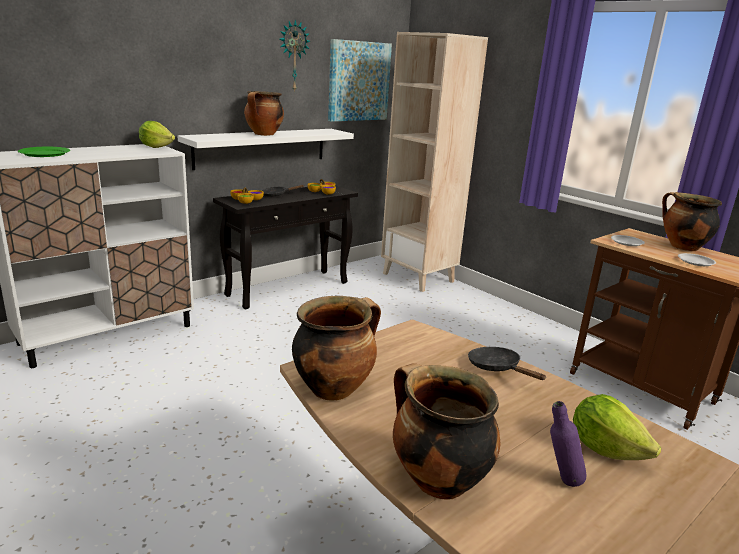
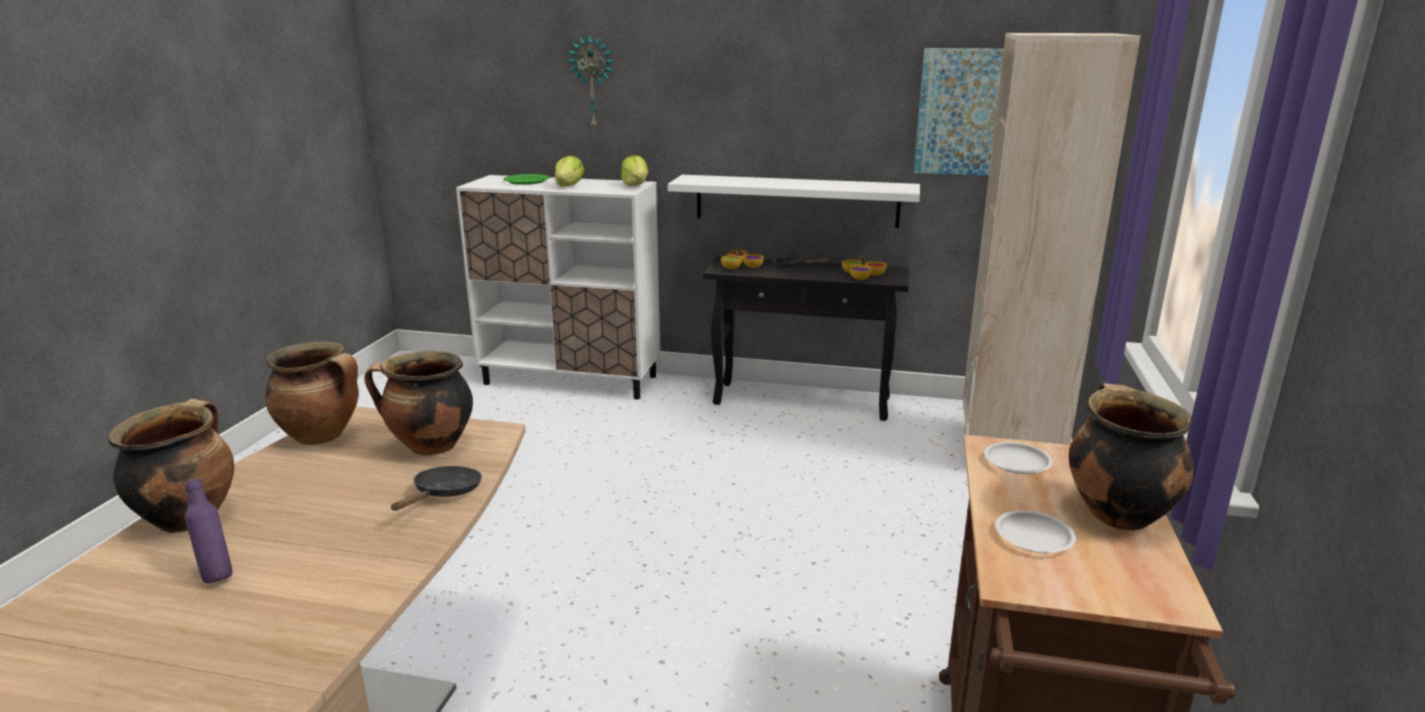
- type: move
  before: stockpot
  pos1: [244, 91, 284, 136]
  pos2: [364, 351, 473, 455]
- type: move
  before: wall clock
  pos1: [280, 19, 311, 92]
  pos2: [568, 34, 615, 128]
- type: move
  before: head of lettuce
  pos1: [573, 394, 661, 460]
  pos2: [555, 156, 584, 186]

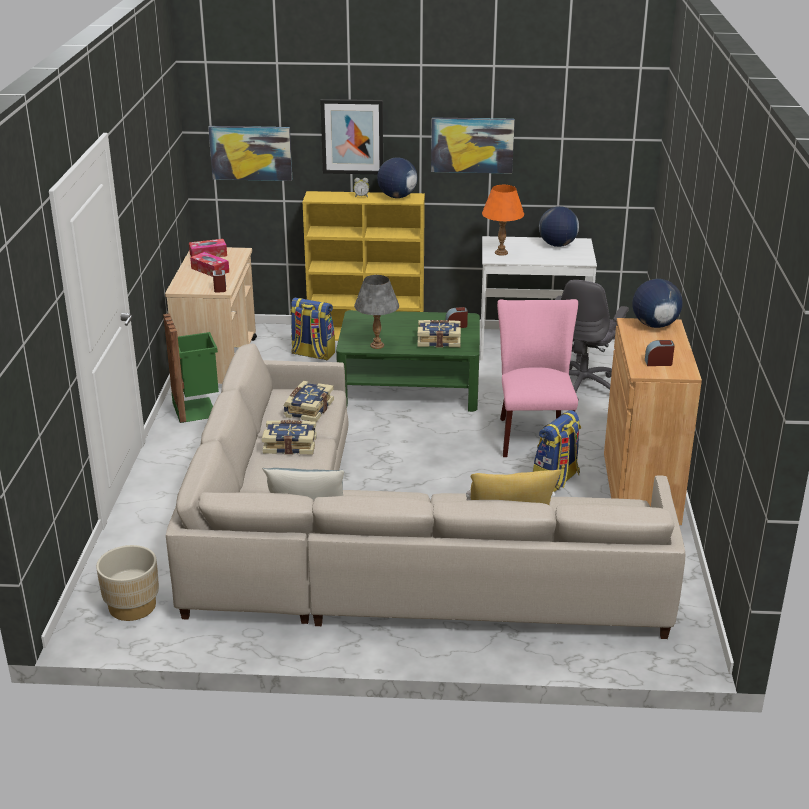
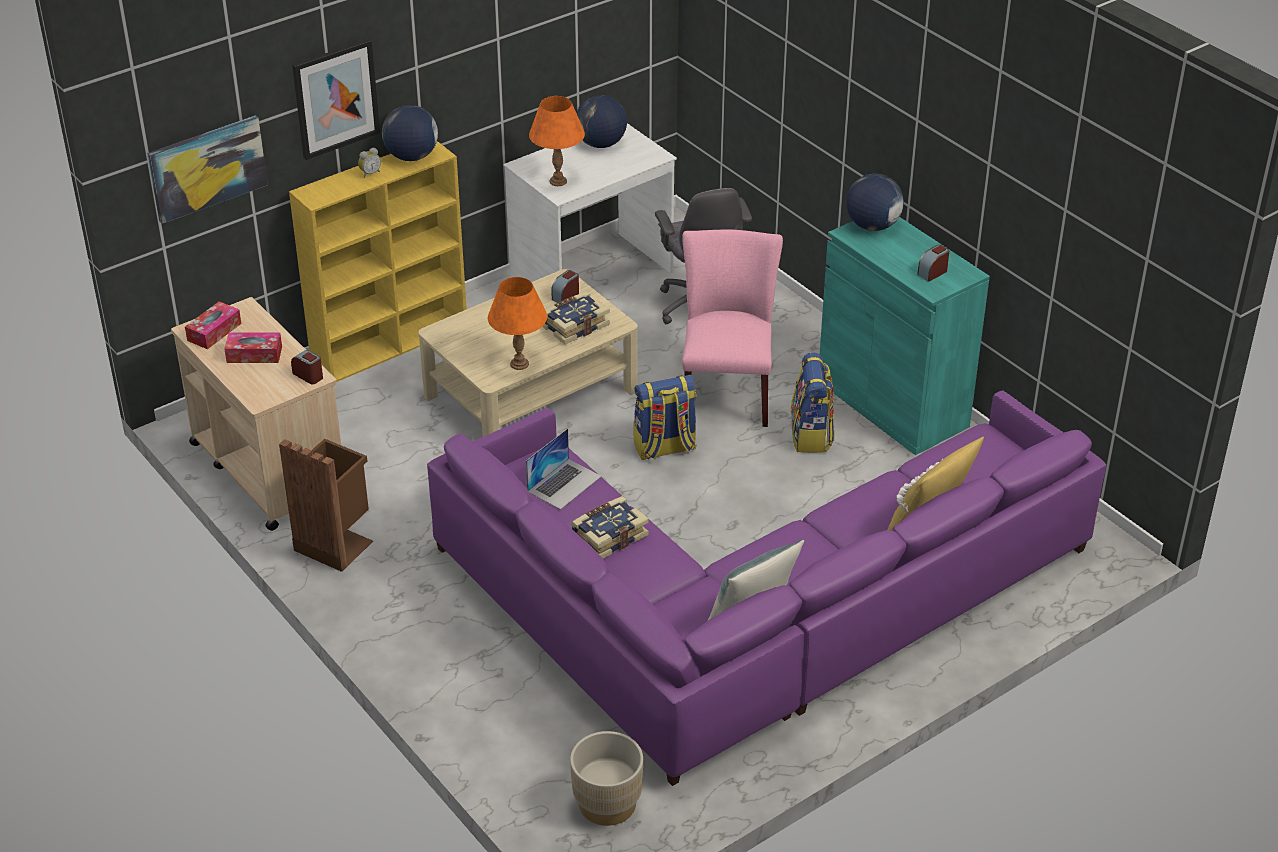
- type: delete
  before: wall picture
  pos1: [431, 117, 515, 174]
- type: move
  before: rucksack
  pos1: [290, 298, 335, 360]
  pos2: [633, 375, 697, 460]
- type: replace
  before: bound book
  after: notebook computer
  pos1: [283, 381, 334, 422]
  pos2: [526, 428, 602, 510]
- type: recolor
  before: waste bin (green-coloured)
  after: waste bin (brownish)
  pos1: [163, 313, 219, 423]
  pos2: [279, 439, 373, 572]
- type: recolor
  before: sofa (beige)
  after: sofa (purple)
  pos1: [166, 344, 685, 639]
  pos2: [427, 390, 1106, 786]
- type: recolor
  before: lounge table (green-coloured)
  after: lounge table (beige)
  pos1: [336, 310, 480, 412]
  pos2: [418, 269, 638, 437]
- type: recolor
  before: tabletop lamp (gray)
  after: tabletop lamp (orange)
  pos1: [354, 275, 399, 349]
  pos2: [488, 277, 547, 370]
- type: recolor
  before: cabinet (brownish)
  after: cabinet (turquoise)
  pos1: [604, 318, 702, 525]
  pos2: [820, 217, 990, 455]
- type: rotate
  before: upright chair (pinkish)
  pos1: [497, 299, 578, 457]
  pos2: [682, 230, 783, 427]
  turn: 45

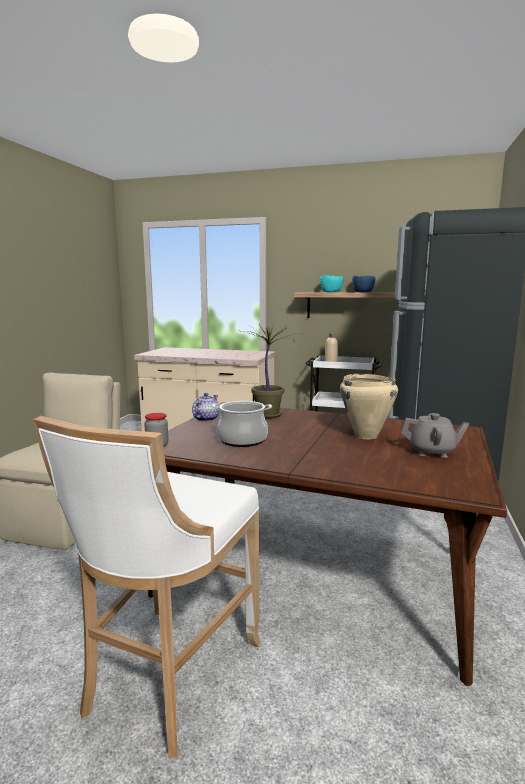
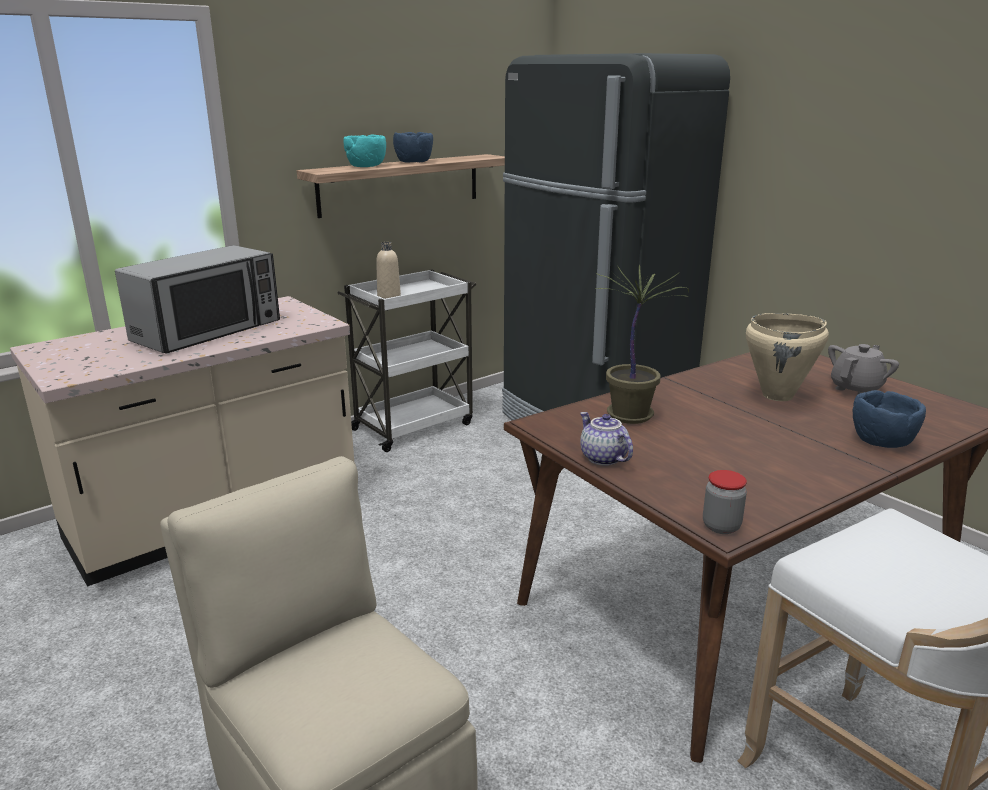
- type: delete
  before: stockpot
  pos1: [212, 401, 272, 447]
- type: insert
  after: kitchen microwave
  pos2: [115, 245, 280, 354]
- type: insert
  after: bowl (blue)
  pos2: [853, 390, 926, 448]

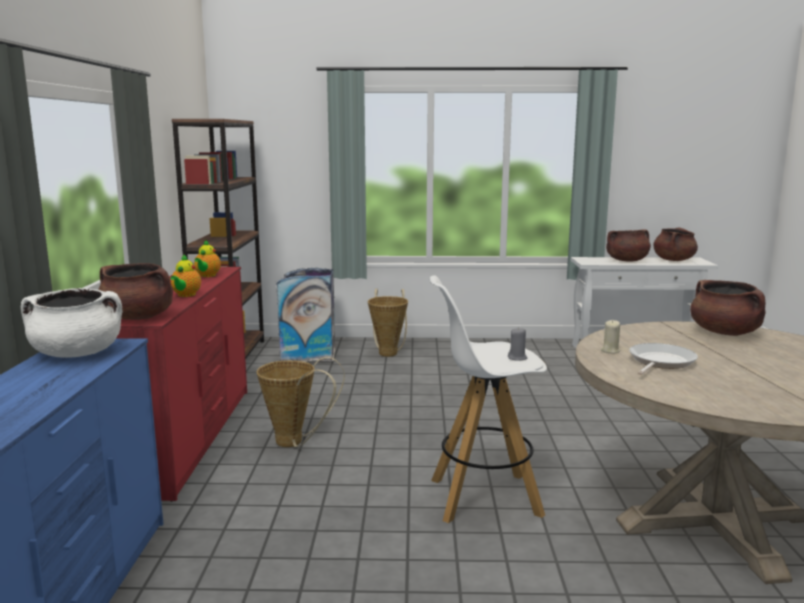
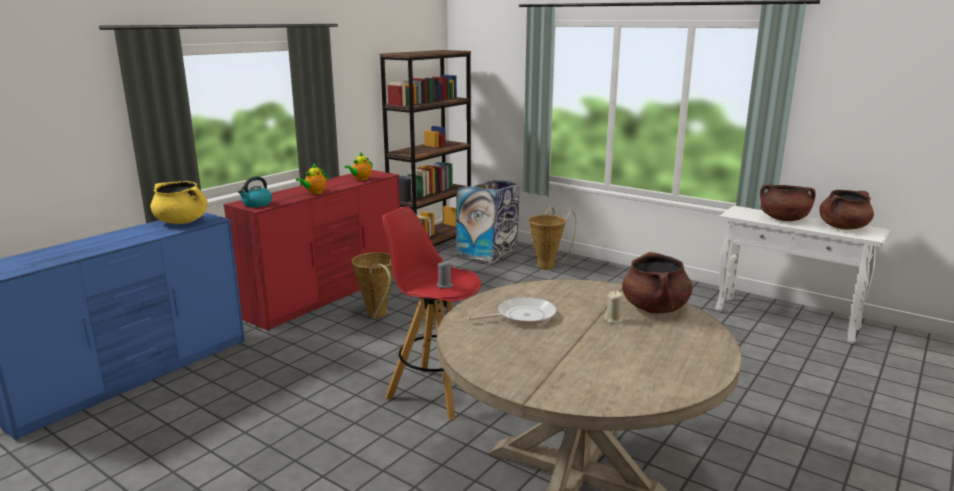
- type: move
  before: wax light (beige)
  pos1: [601, 320, 620, 354]
  pos2: [604, 291, 623, 323]
- type: replace
  before: stockpot (brownish)
  after: water kettle
  pos1: [98, 263, 173, 320]
  pos2: [238, 176, 272, 207]
- type: recolor
  before: stockpot (whitish)
  after: stockpot (yellow)
  pos1: [21, 288, 123, 358]
  pos2: [150, 181, 207, 224]
- type: recolor
  before: stool seat (whitish)
  after: stool seat (red-coloured)
  pos1: [430, 275, 547, 523]
  pos2: [382, 207, 481, 420]

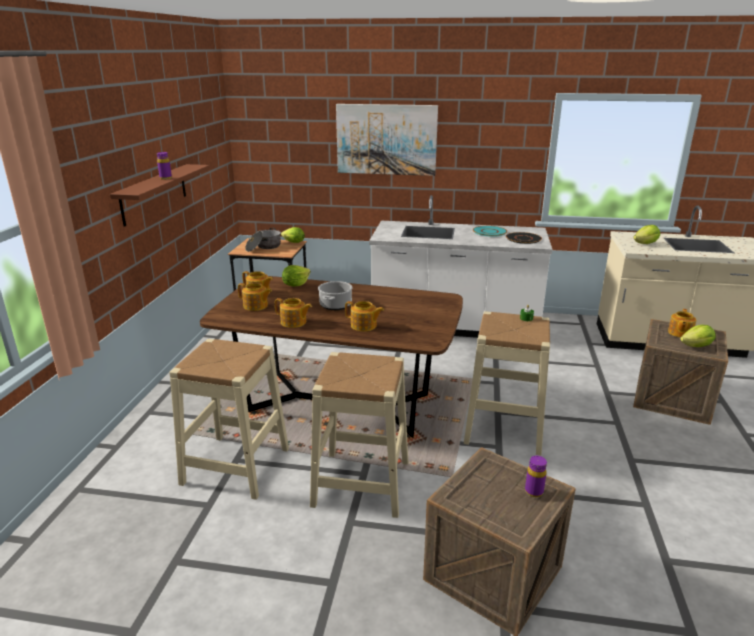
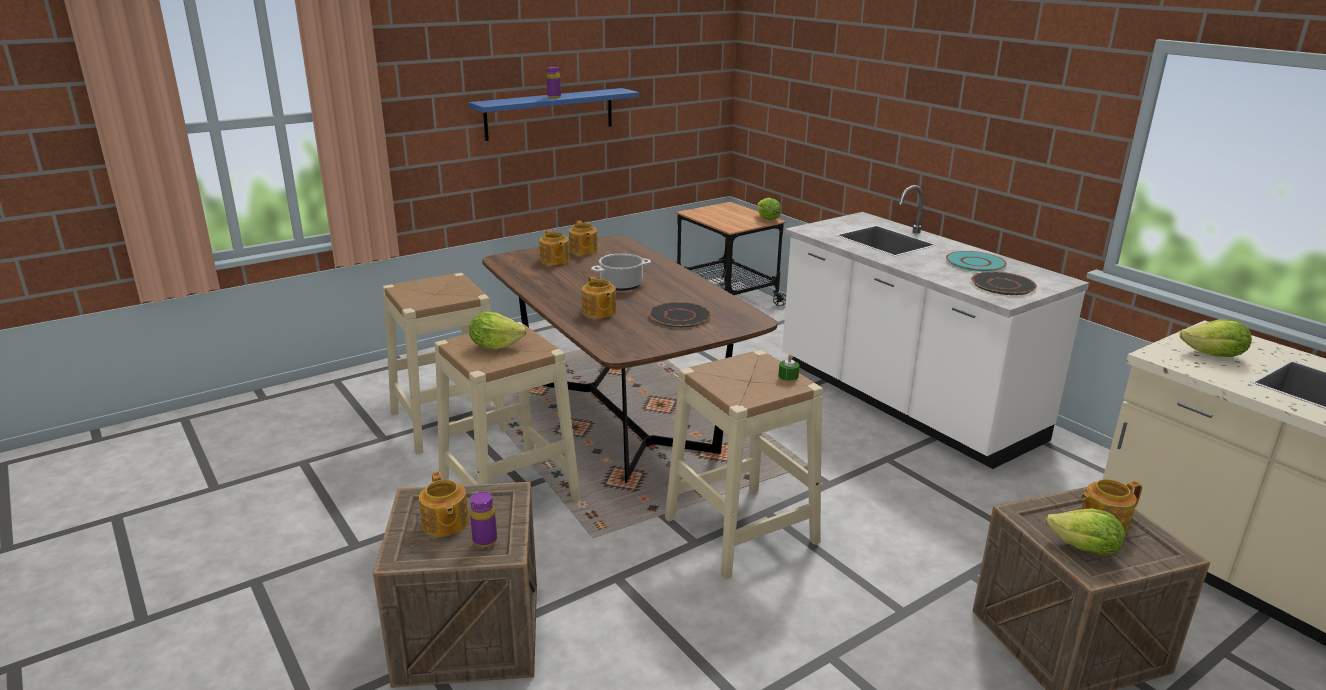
- type: delete
  before: stockpot
  pos1: [245, 228, 281, 252]
- type: delete
  before: wall picture
  pos1: [336, 104, 438, 176]
- type: insert
  after: plate (black)
  pos2: [648, 302, 711, 328]
- type: move
  before: pot for tea
  pos1: [275, 298, 312, 328]
  pos2: [419, 472, 469, 537]
- type: move
  before: head of lettuce
  pos1: [282, 265, 311, 286]
  pos2: [469, 312, 527, 349]
- type: recolor
  before: shelf (brownish)
  after: shelf (blue)
  pos1: [110, 164, 210, 227]
  pos2: [469, 88, 639, 141]

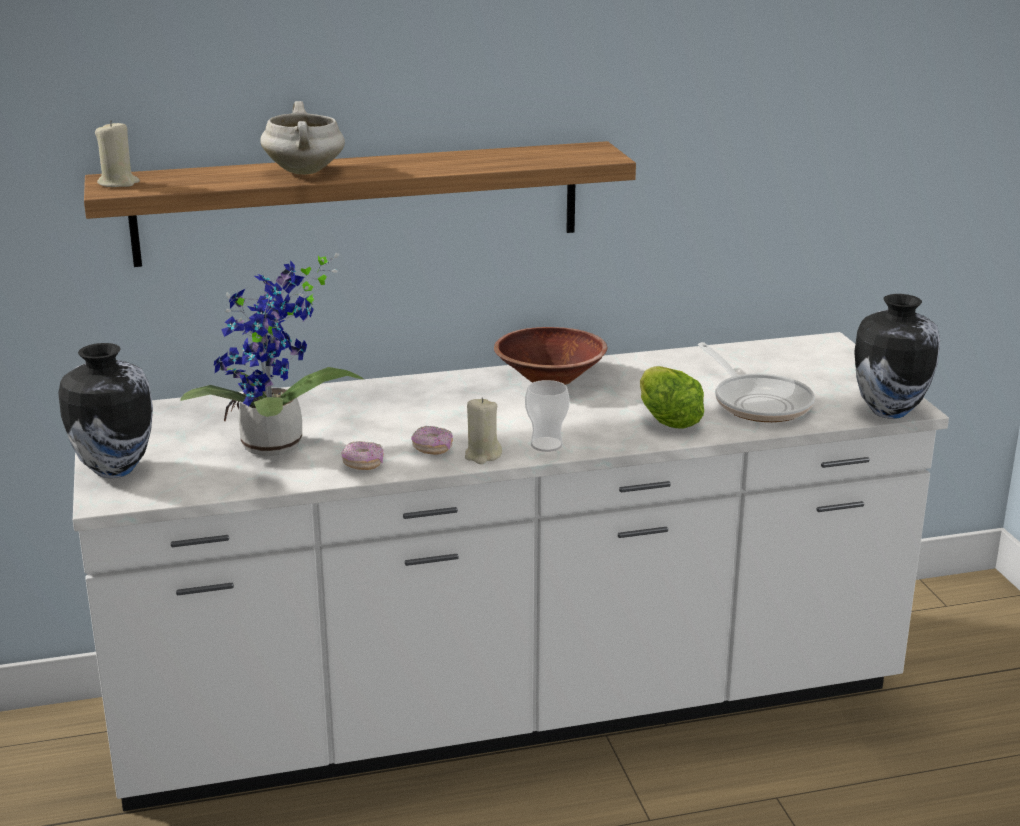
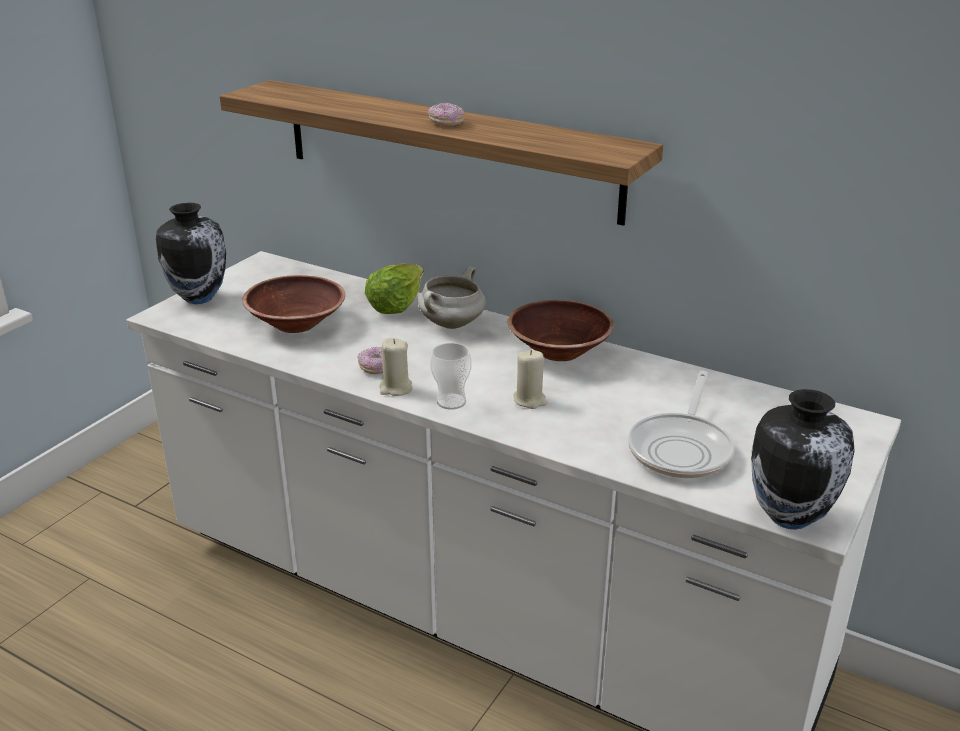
- type: move
  before: wax light (beige)
  pos1: [95, 120, 140, 187]
  pos2: [514, 350, 548, 409]
- type: move
  before: stockpot (whitish)
  pos1: [260, 101, 345, 175]
  pos2: [418, 266, 486, 329]
- type: move
  before: doughnut
  pos1: [341, 441, 384, 470]
  pos2: [428, 103, 465, 126]
- type: move
  before: head of lettuce
  pos1: [640, 366, 704, 428]
  pos2: [365, 263, 424, 314]
- type: replace
  before: potted plant
  after: bowl (brownish)
  pos1: [180, 253, 364, 456]
  pos2: [242, 275, 345, 333]

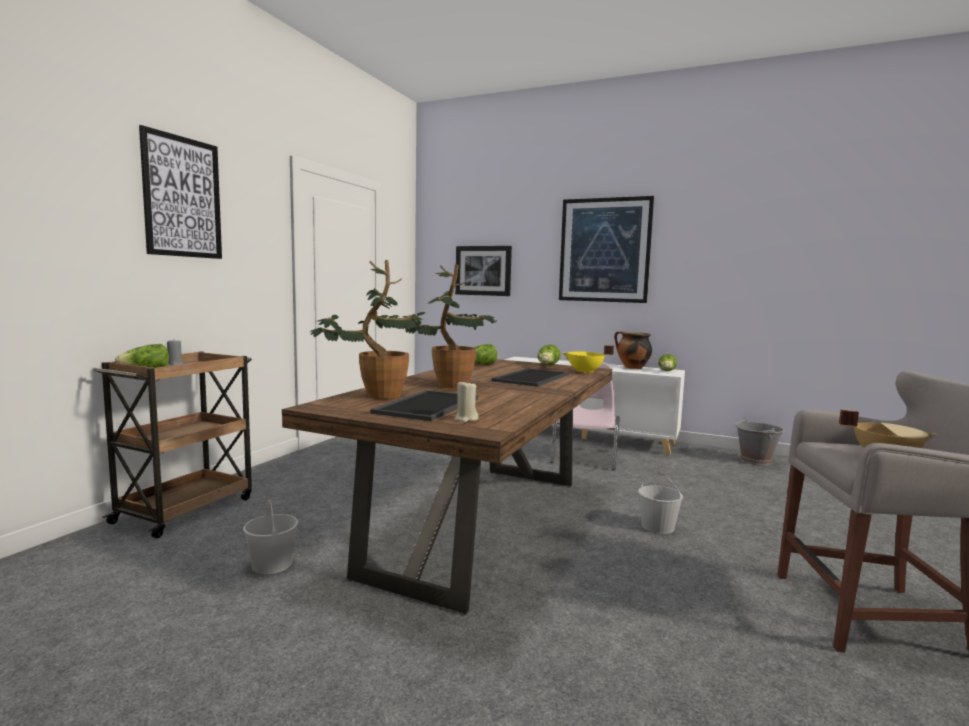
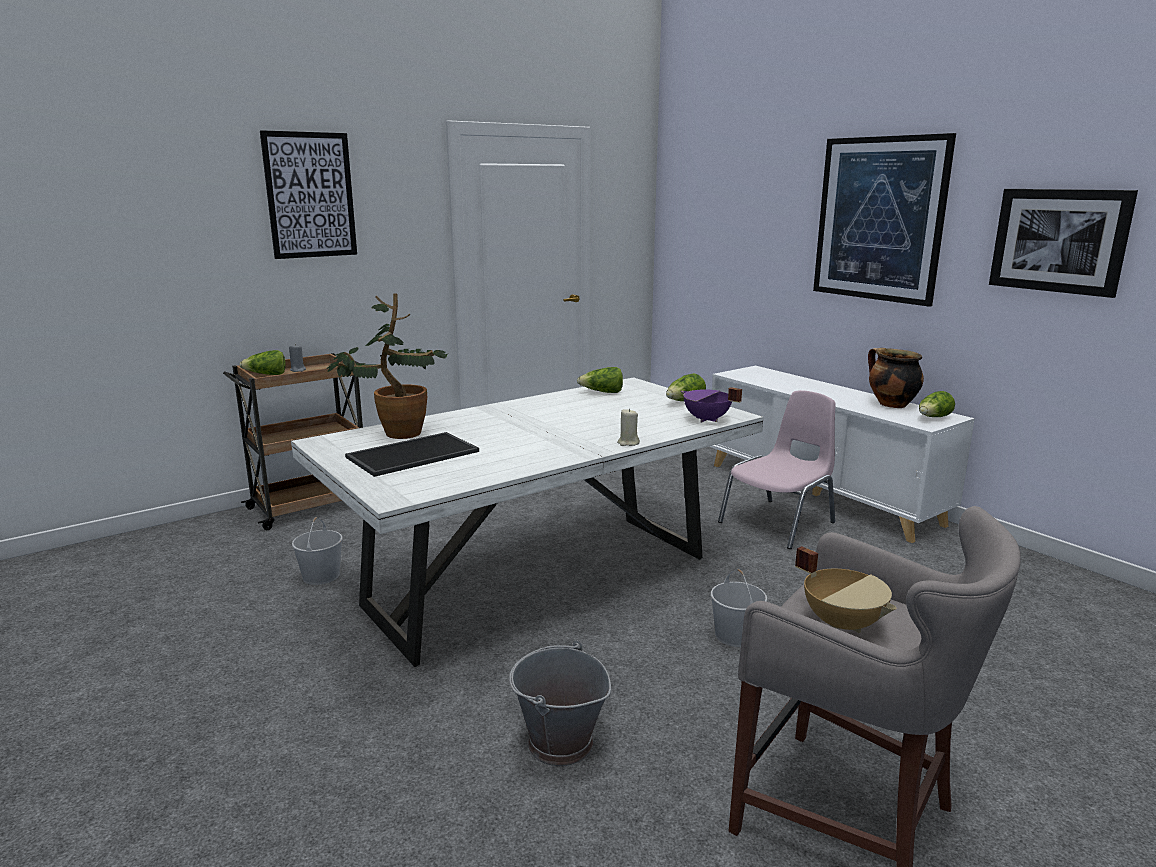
- type: delete
  before: potted plant
  pos1: [398, 264, 497, 388]
- type: delete
  before: serving tray
  pos1: [492, 368, 569, 387]
- type: move
  before: wall picture
  pos1: [455, 246, 512, 296]
  pos2: [989, 189, 1138, 298]
- type: move
  before: wax light (beige)
  pos1: [455, 381, 479, 422]
  pos2: [617, 409, 640, 446]
- type: move
  before: pail (gray)
  pos1: [735, 417, 785, 466]
  pos2: [509, 641, 611, 766]
- type: recolor
  before: dinner table (brownish)
  after: dinner table (whitish)
  pos1: [282, 359, 612, 615]
  pos2: [291, 377, 764, 667]
- type: recolor
  before: stockpot (yellow)
  after: stockpot (purple)
  pos1: [563, 345, 614, 374]
  pos2: [681, 387, 742, 423]

